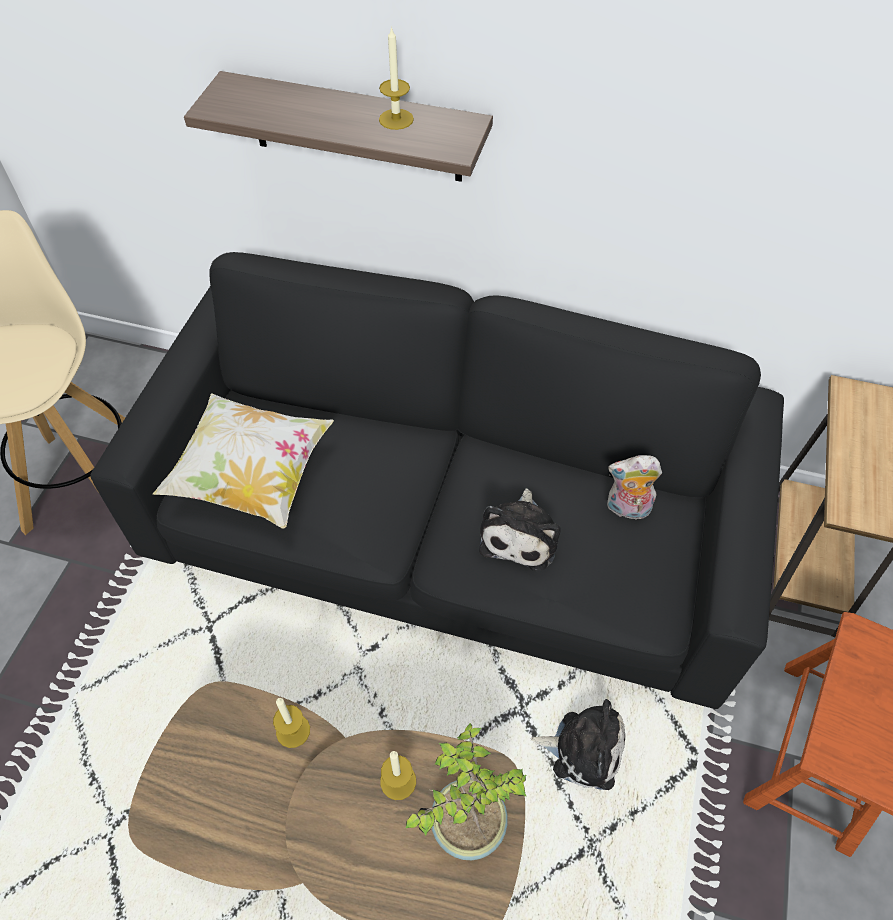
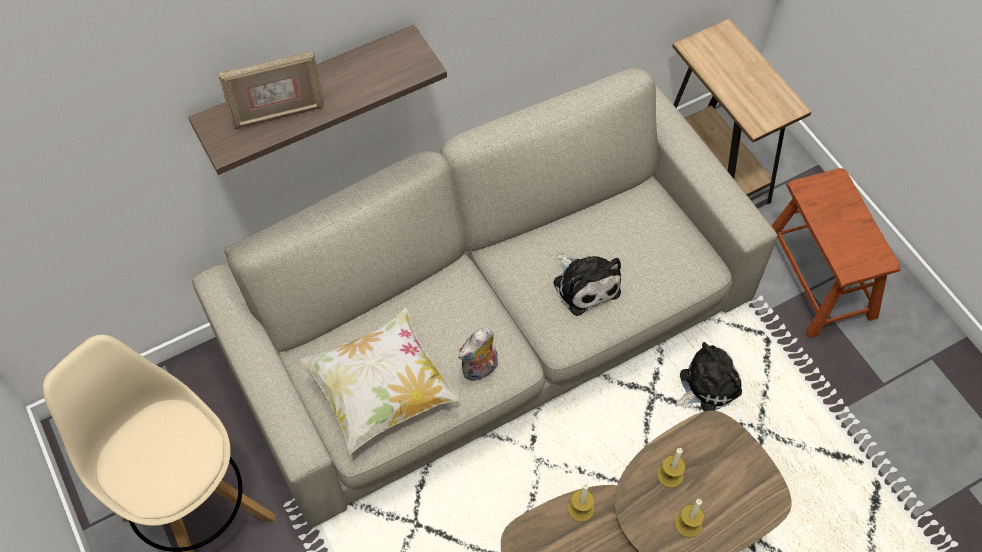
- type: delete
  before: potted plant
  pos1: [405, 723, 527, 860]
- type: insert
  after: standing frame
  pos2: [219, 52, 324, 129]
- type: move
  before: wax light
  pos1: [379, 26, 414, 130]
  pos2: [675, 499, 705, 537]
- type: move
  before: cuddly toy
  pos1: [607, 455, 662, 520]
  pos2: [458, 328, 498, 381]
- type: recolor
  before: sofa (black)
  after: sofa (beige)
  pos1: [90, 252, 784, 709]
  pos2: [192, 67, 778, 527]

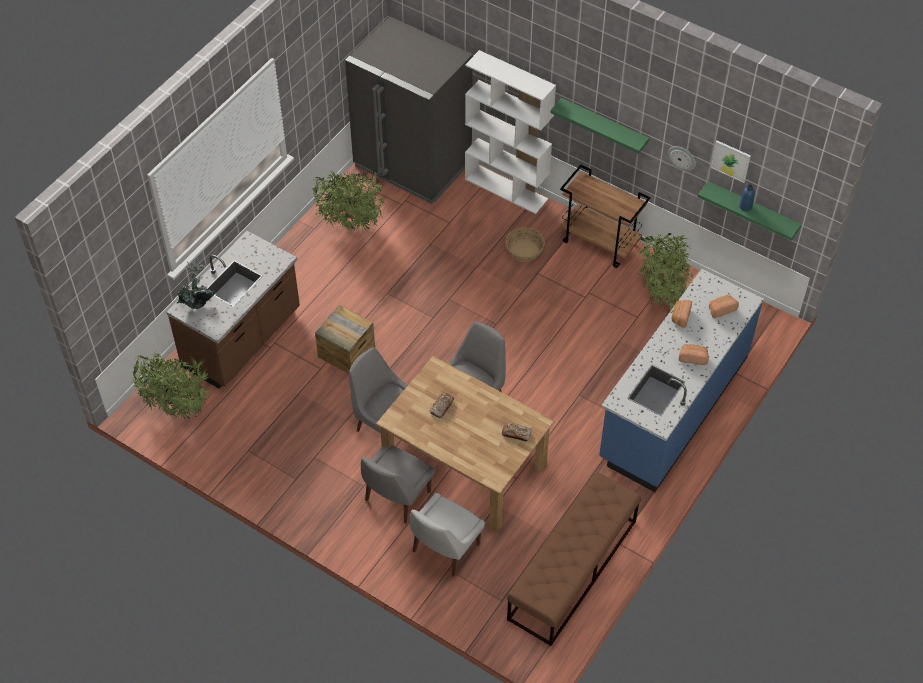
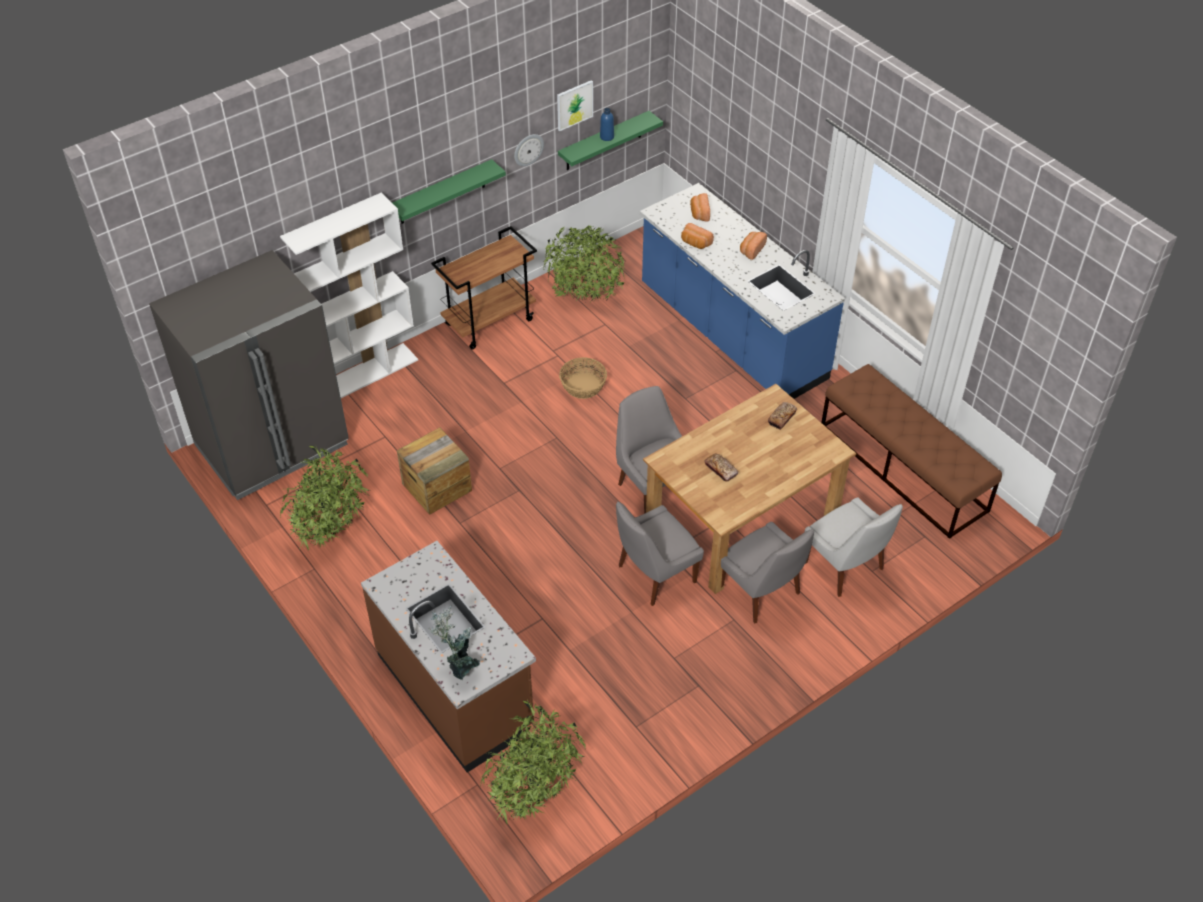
- type: move
  before: shipping crate
  pos1: [315, 305, 375, 374]
  pos2: [397, 428, 472, 515]
- type: move
  before: storage basket
  pos1: [505, 227, 545, 262]
  pos2: [559, 357, 607, 399]

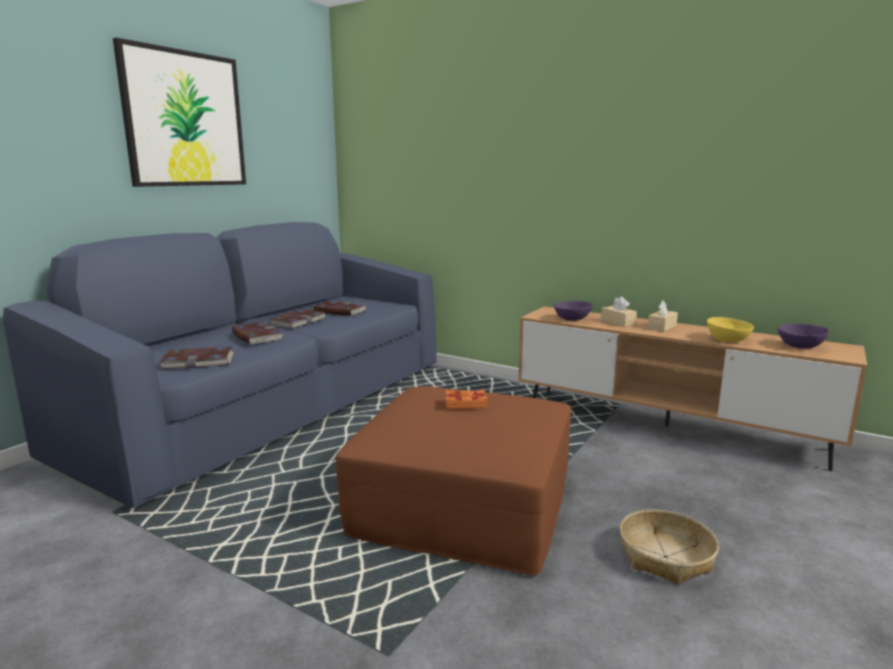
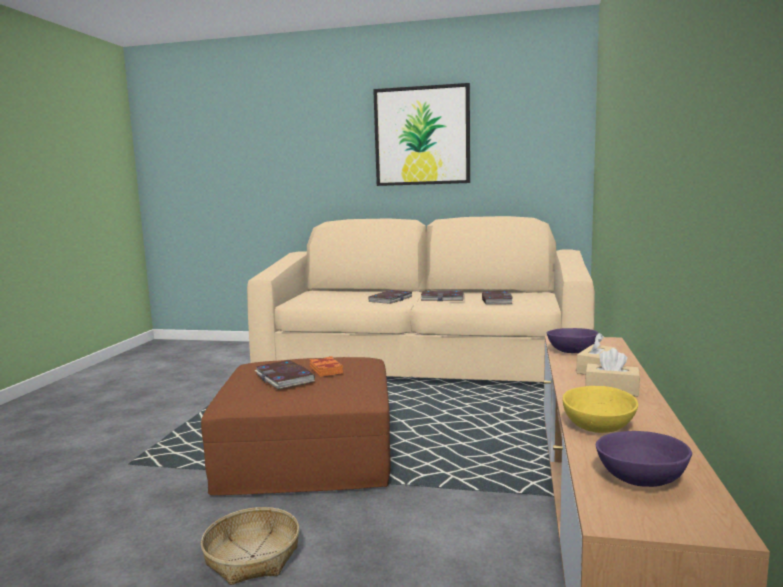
- type: move
  before: bound book
  pos1: [160, 347, 234, 369]
  pos2: [255, 360, 315, 390]
- type: recolor
  before: sofa (blue)
  after: sofa (beige)
  pos1: [3, 222, 437, 508]
  pos2: [247, 216, 595, 382]

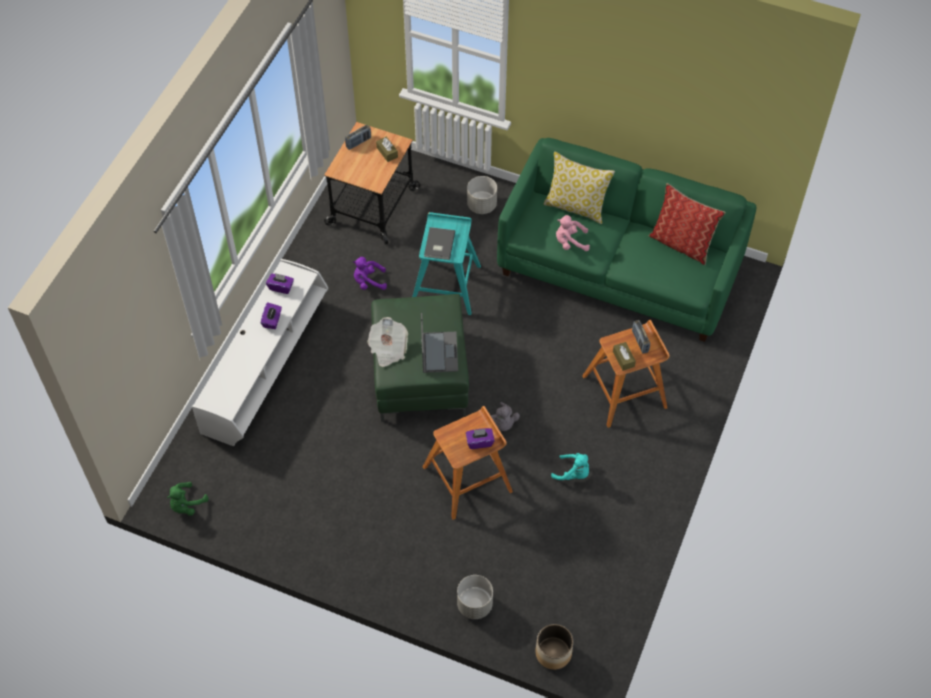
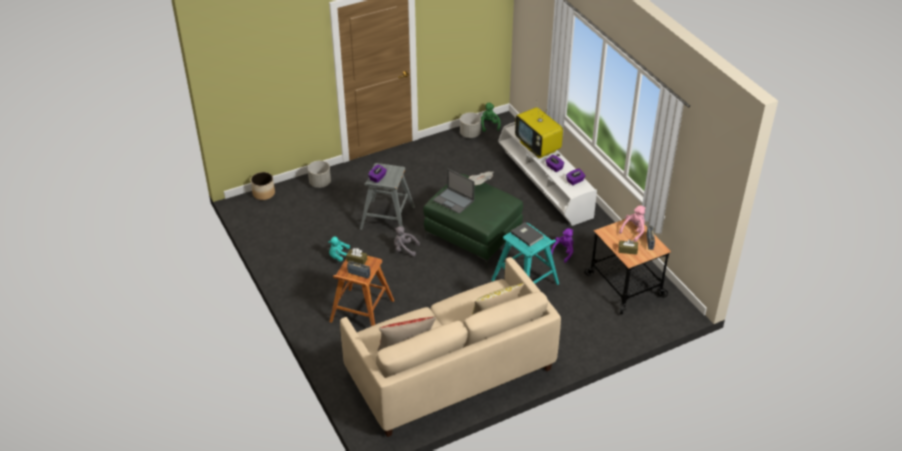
- type: insert
  after: TV set
  pos2: [515, 100, 563, 158]
- type: move
  before: plant pot (gray)
  pos1: [467, 176, 497, 214]
  pos2: [460, 112, 481, 138]
- type: move
  before: cuddly toy (pinkish)
  pos1: [556, 215, 590, 251]
  pos2: [619, 205, 646, 242]
- type: recolor
  before: stool seat (brownish)
  after: stool seat (gray)
  pos1: [423, 406, 513, 520]
  pos2: [360, 163, 415, 230]
- type: recolor
  before: sofa (green-coloured)
  after: sofa (beige)
  pos1: [497, 138, 756, 342]
  pos2: [340, 257, 561, 437]

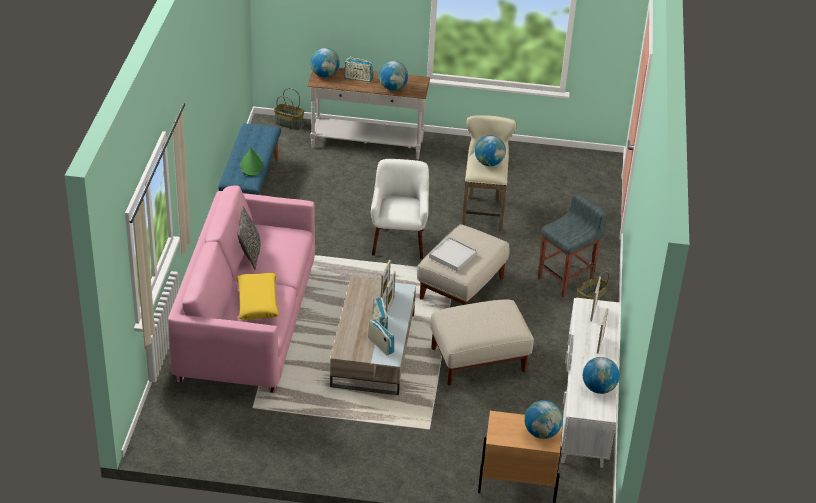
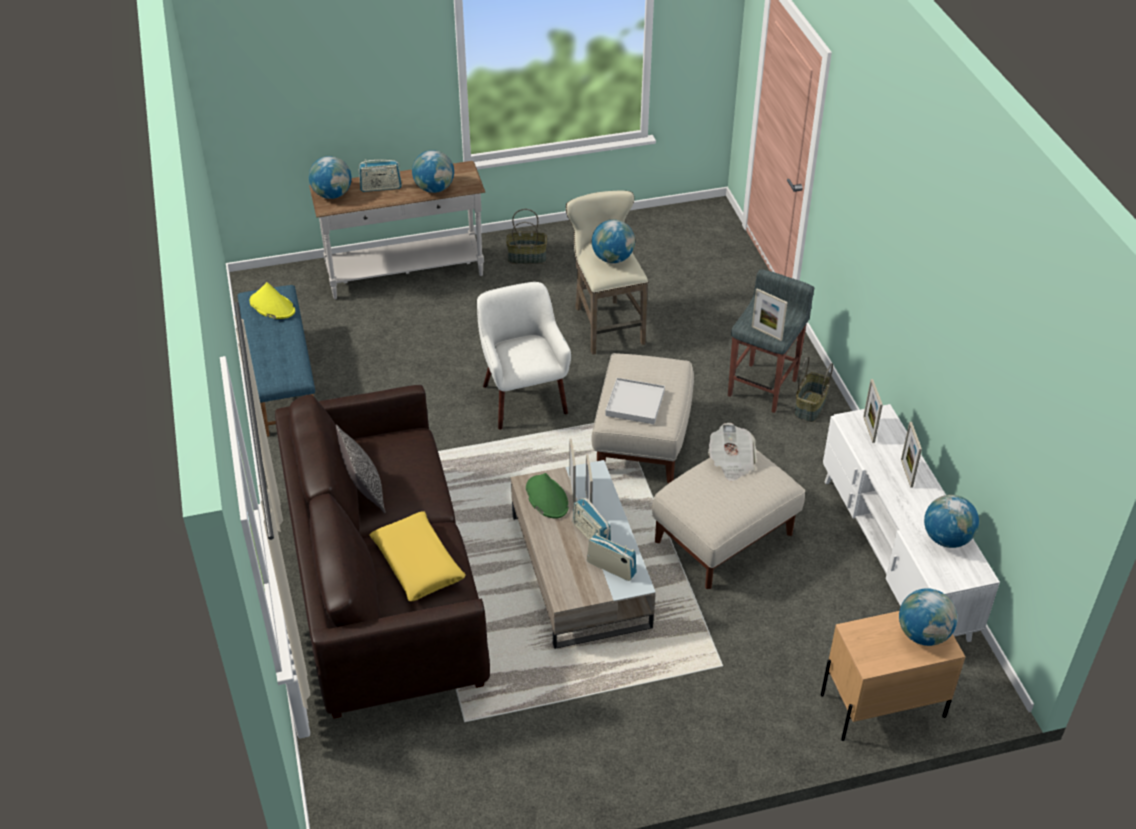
- type: insert
  after: hat (yellow)
  pos2: [249, 282, 295, 319]
- type: insert
  after: newspaper
  pos2: [708, 423, 756, 481]
- type: insert
  after: standing frame
  pos2: [752, 288, 787, 341]
- type: move
  before: hat (green-coloured)
  pos1: [240, 147, 263, 176]
  pos2: [526, 473, 568, 519]
- type: move
  before: storage basket
  pos1: [274, 88, 304, 130]
  pos2: [506, 209, 547, 264]
- type: recolor
  before: sofa (pinkish)
  after: sofa (brownish)
  pos1: [168, 186, 315, 393]
  pos2: [275, 385, 490, 719]

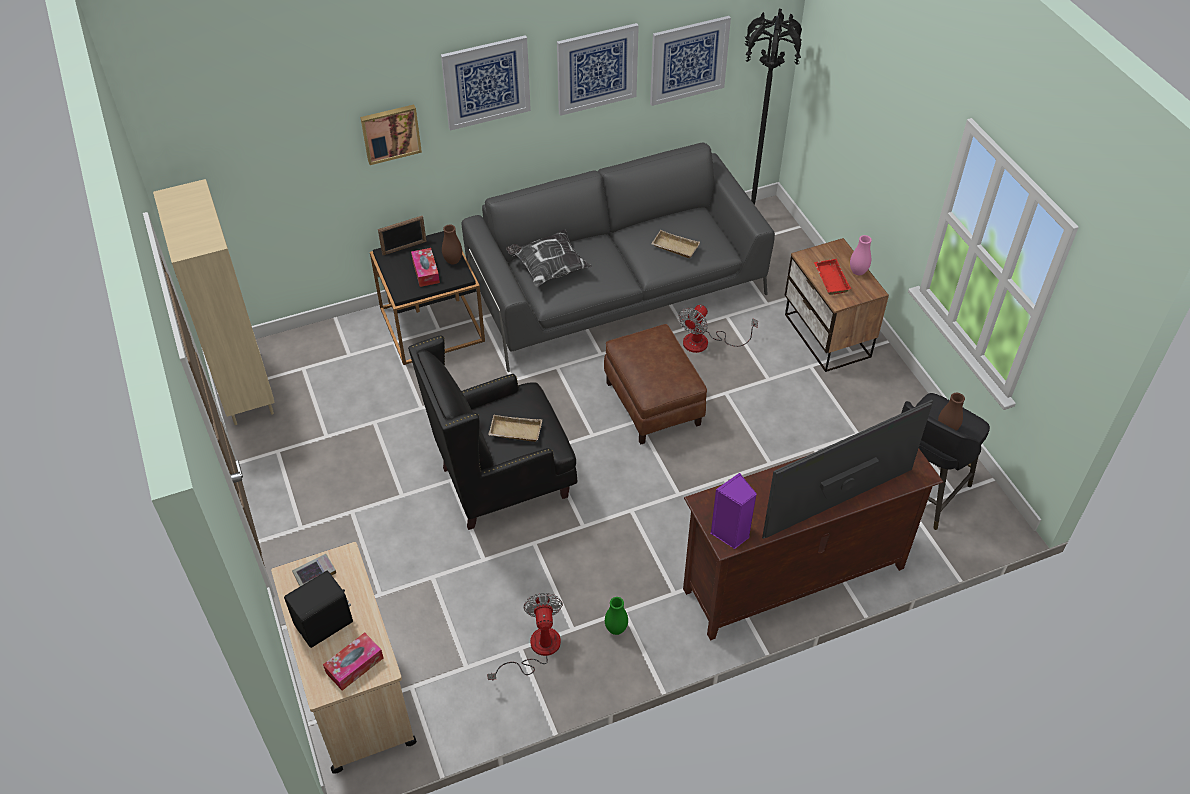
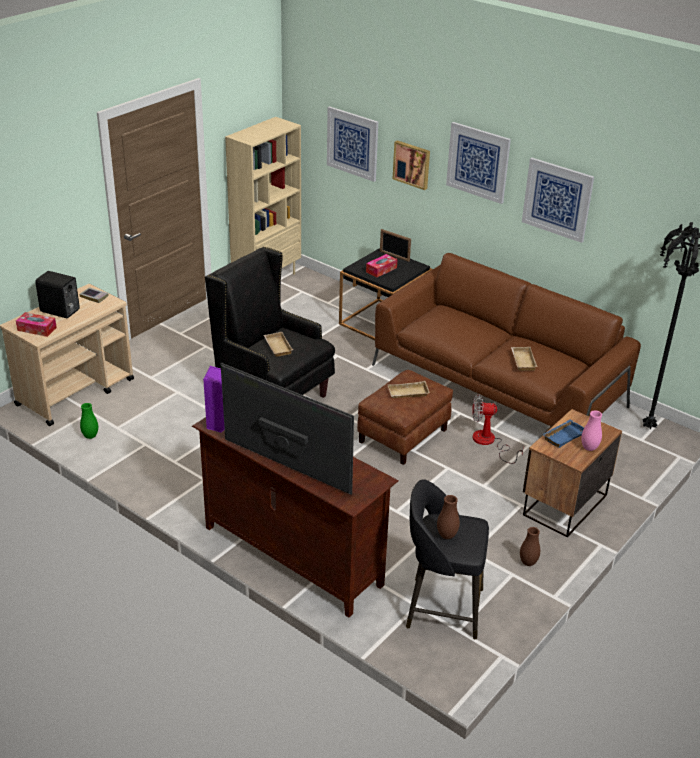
- type: delete
  before: fan
  pos1: [487, 593, 563, 681]
- type: delete
  before: cushion
  pos1: [506, 230, 592, 287]
- type: insert
  after: serving tray (beige)
  pos2: [387, 381, 430, 398]
- type: move
  before: vase (brownish)
  pos1: [442, 225, 462, 264]
  pos2: [520, 527, 540, 566]
- type: move
  before: vase (green-coloured)
  pos1: [605, 597, 628, 635]
  pos2: [80, 403, 98, 439]
- type: move
  before: wall picture
  pos1: [650, 16, 731, 106]
  pos2: [327, 106, 378, 182]
- type: recolor
  before: sofa (gray)
  after: sofa (brownish)
  pos1: [462, 143, 775, 372]
  pos2: [372, 253, 641, 426]
- type: recolor
  before: serving tray (red-coloured)
  after: serving tray (blue)
  pos1: [814, 259, 851, 295]
  pos2: [542, 420, 584, 448]

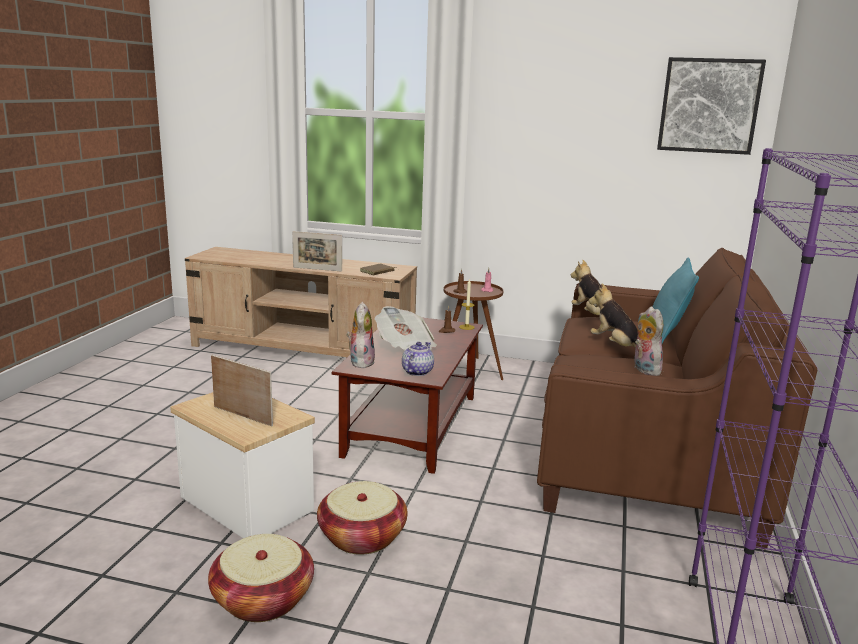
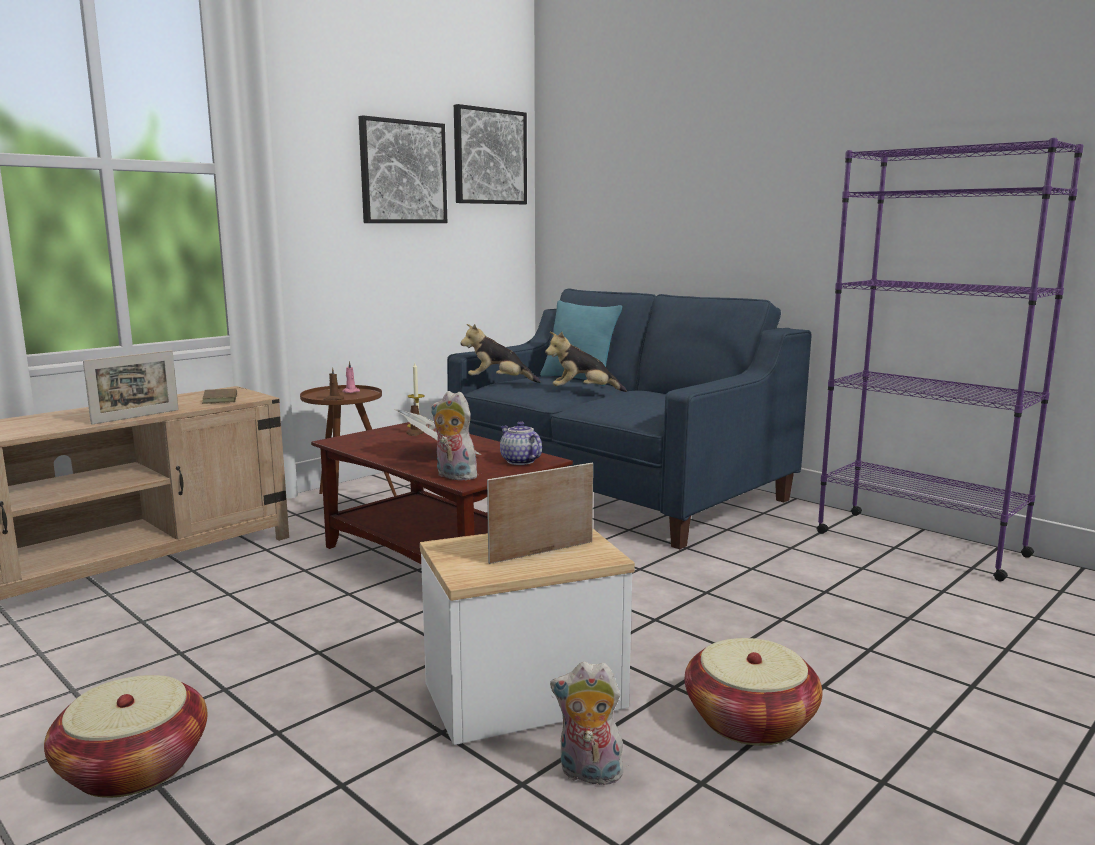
- type: insert
  after: wall picture
  pos2: [358, 115, 447, 223]
- type: move
  before: storage basket
  pos1: [317, 481, 407, 554]
  pos2: [44, 675, 207, 798]
- type: move
  before: cuddly toy
  pos1: [633, 306, 663, 376]
  pos2: [550, 661, 626, 785]
- type: recolor
  before: sofa (brownish)
  after: sofa (blue)
  pos1: [537, 248, 817, 549]
  pos2: [447, 289, 811, 549]

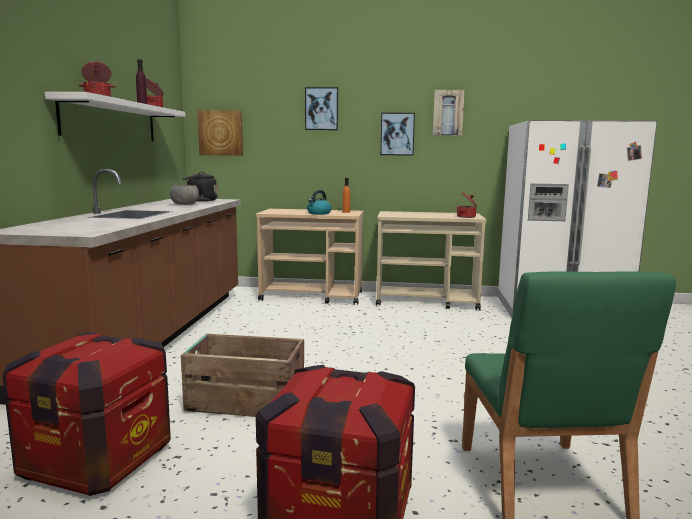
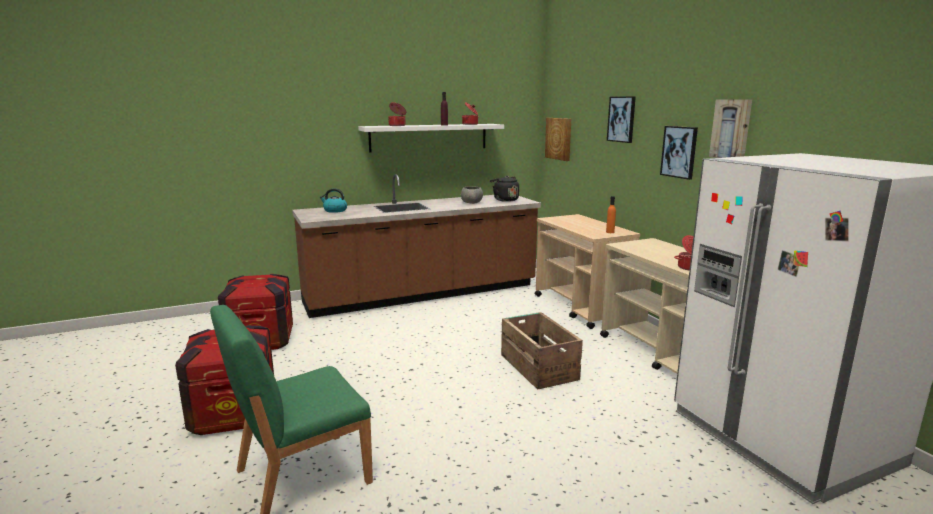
- type: move
  before: shipping crate
  pos1: [181, 334, 304, 417]
  pos2: [501, 312, 583, 389]
- type: move
  before: water kettle
  pos1: [307, 190, 331, 215]
  pos2: [320, 188, 347, 213]

